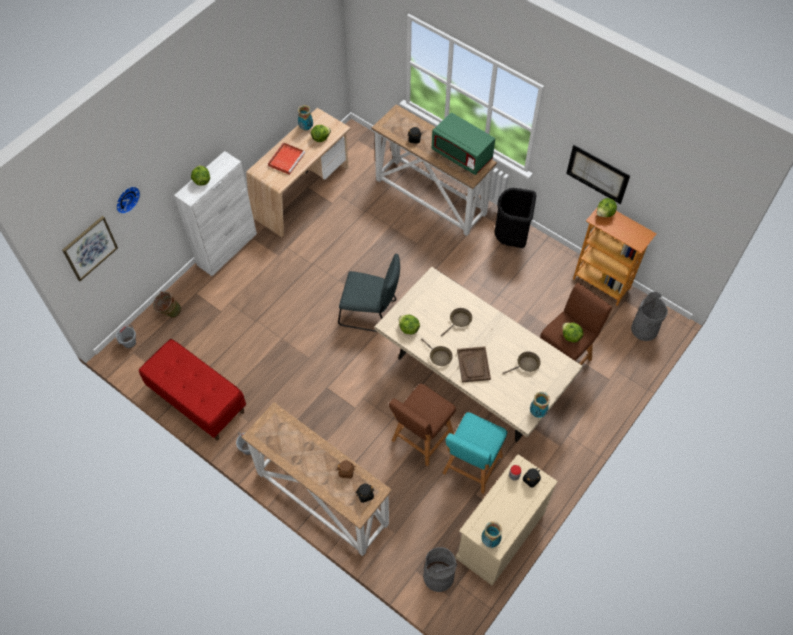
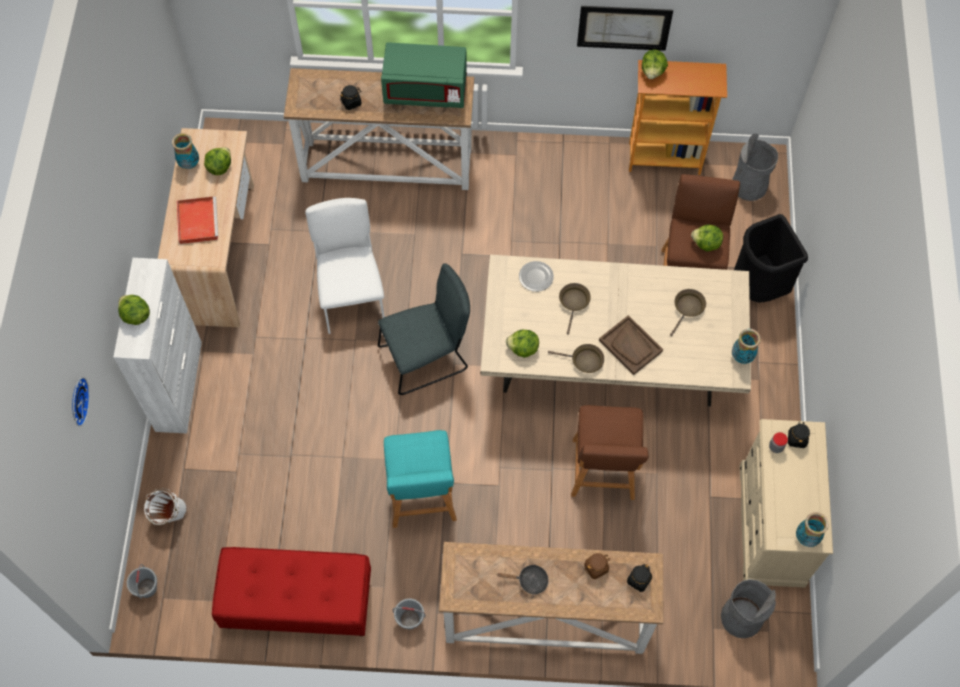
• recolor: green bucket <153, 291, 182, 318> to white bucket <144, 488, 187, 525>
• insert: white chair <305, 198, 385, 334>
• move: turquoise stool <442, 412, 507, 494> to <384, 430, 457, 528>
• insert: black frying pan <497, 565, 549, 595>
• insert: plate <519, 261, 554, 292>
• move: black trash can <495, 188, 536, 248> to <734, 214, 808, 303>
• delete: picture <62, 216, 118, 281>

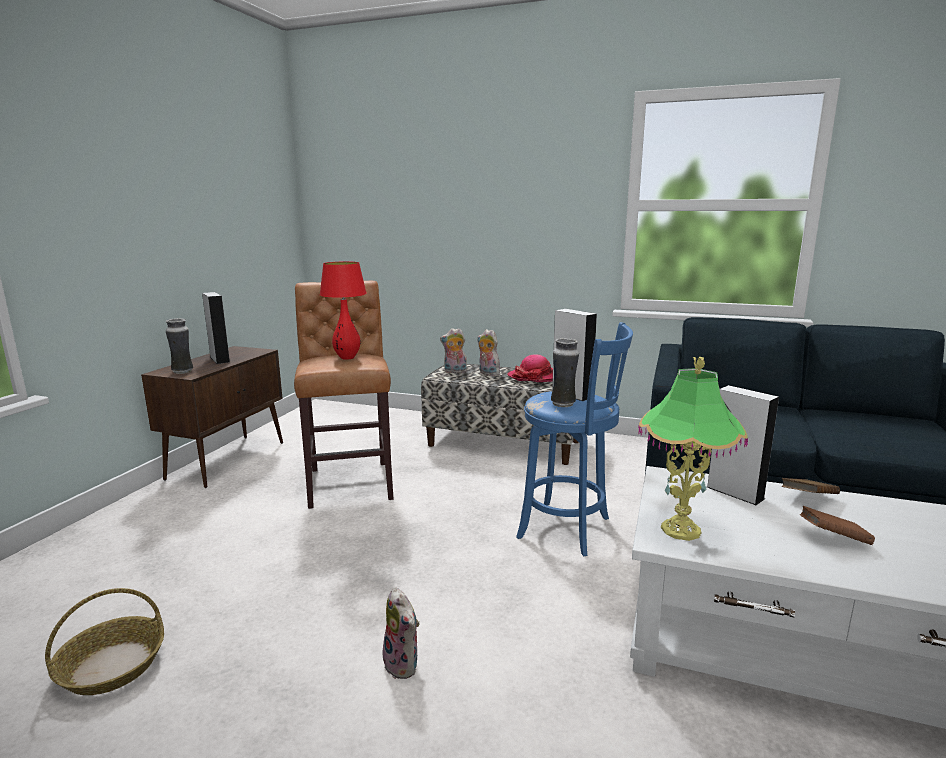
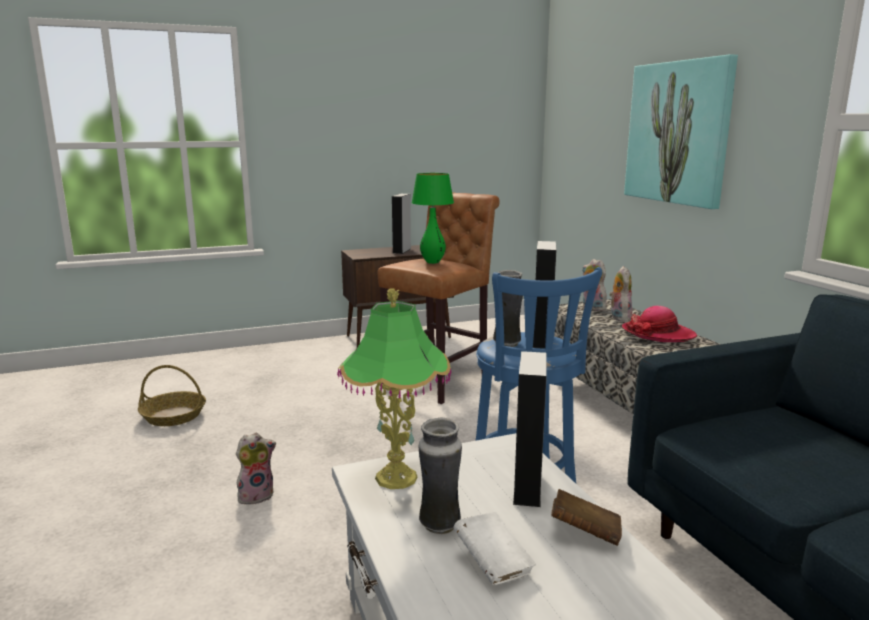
• rotate: plush toy <382, 587, 420, 679> = <236, 433, 276, 504> 135 degrees counterclockwise
• recolor: red table lamp <320, 261, 367, 360> to green table lamp <412, 173, 454, 264>
• move: vase <166, 318, 193, 374> to <419, 418, 462, 534>
• recolor: brown book <800, 506, 875, 545> to white book <453, 512, 536, 585>
• insert: picture <624, 54, 738, 209>

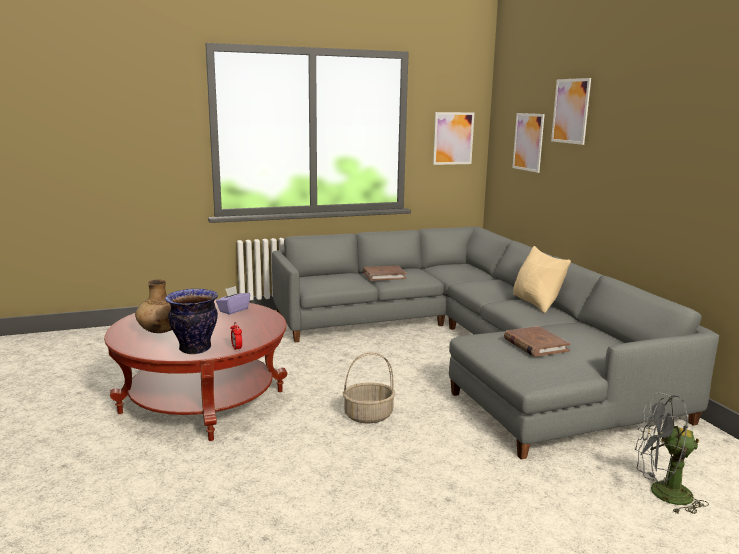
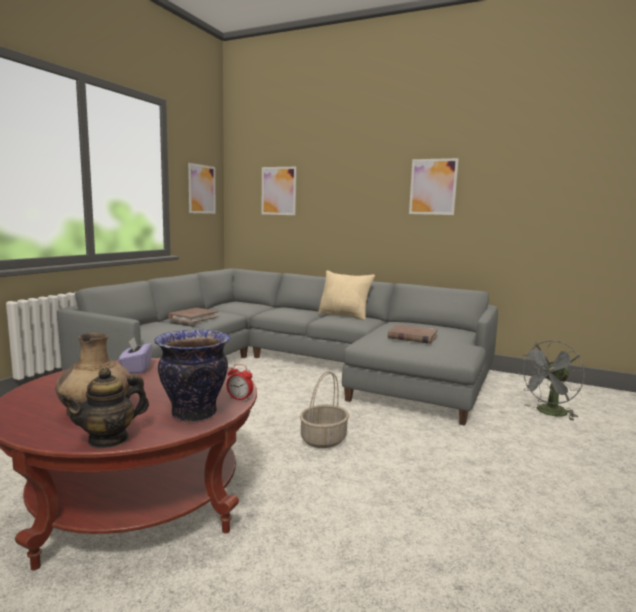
• insert: teapot <60, 367, 149, 449>
• move: picture <551, 78, 591, 145> to <409, 158, 459, 215>

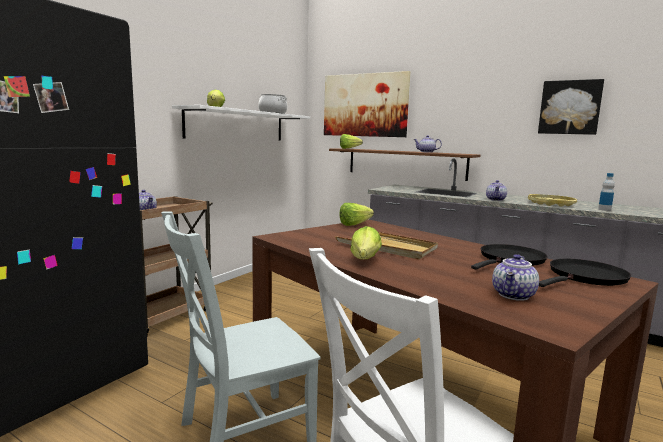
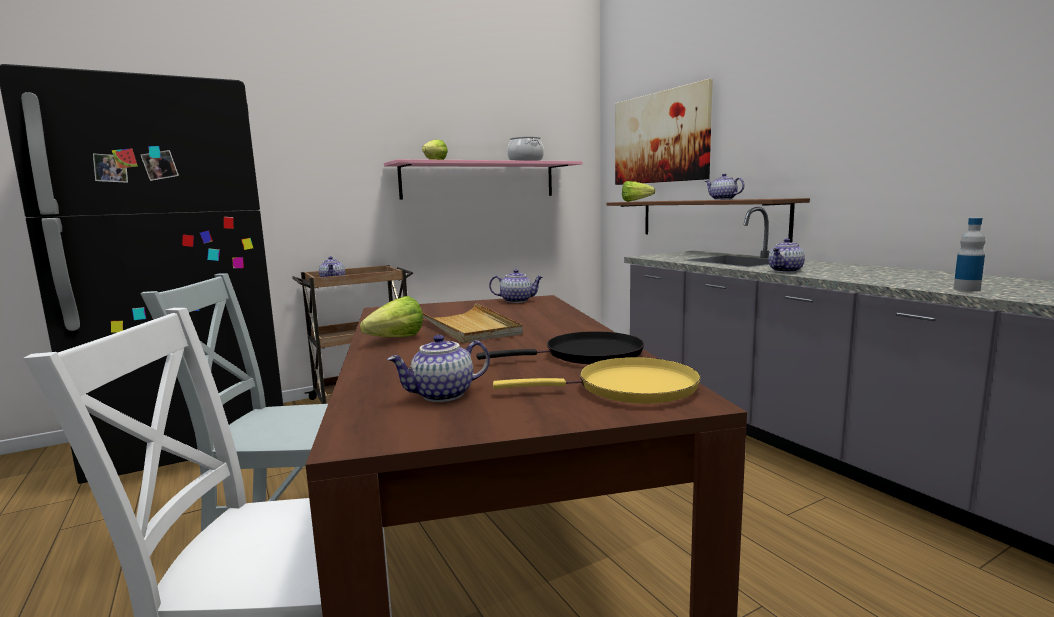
• recolor: white shelf <172, 105, 310, 140> to pink shelf <384, 159, 583, 200>
• replace: lettuce <339, 203, 374, 226> to teapot <489, 269, 543, 303>
• recolor: black frying pan <539, 259, 631, 287> to yellow frying pan <493, 357, 701, 404>
• delete: yellow tray <528, 194, 577, 207>
• delete: picture <538, 79, 604, 135>

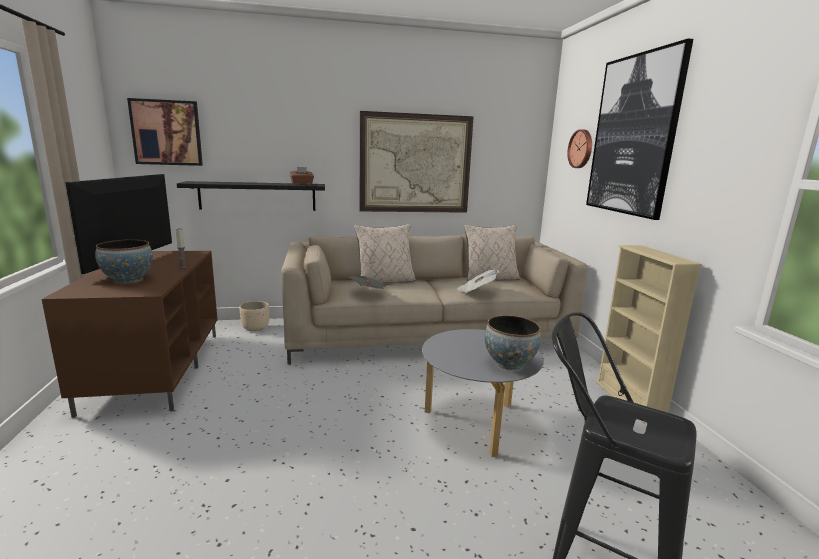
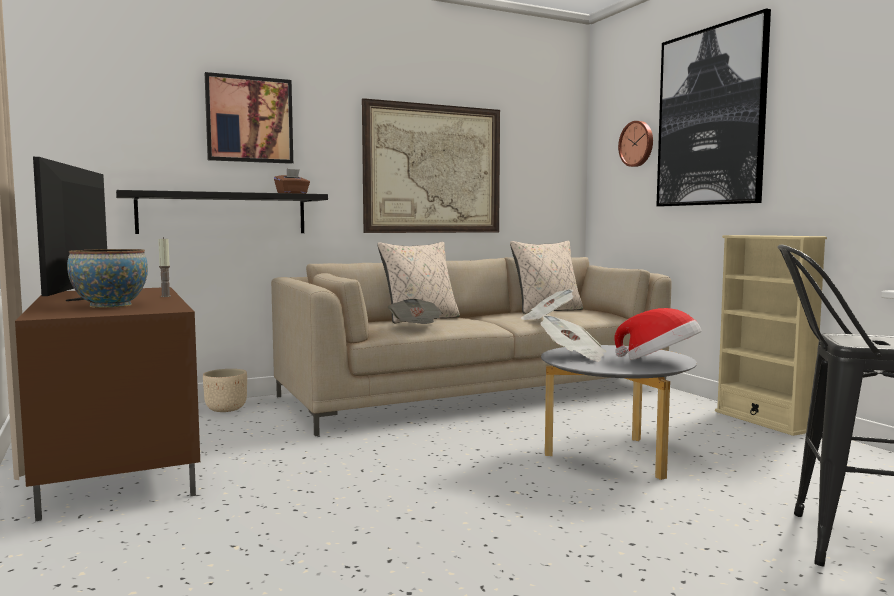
• move: picture <127, 98, 203, 166> to <205, 72, 293, 164>
• insert: newspaper <541, 315, 606, 362>
• replace: bowl <485, 315, 541, 370> to hat <614, 308, 702, 360>

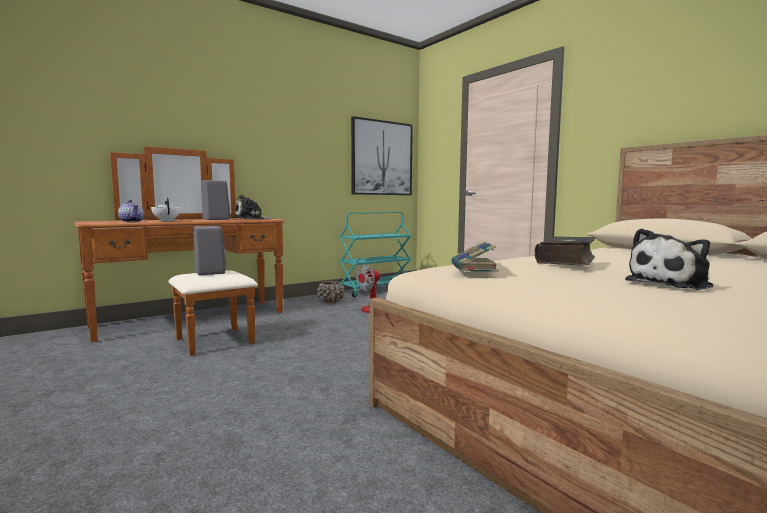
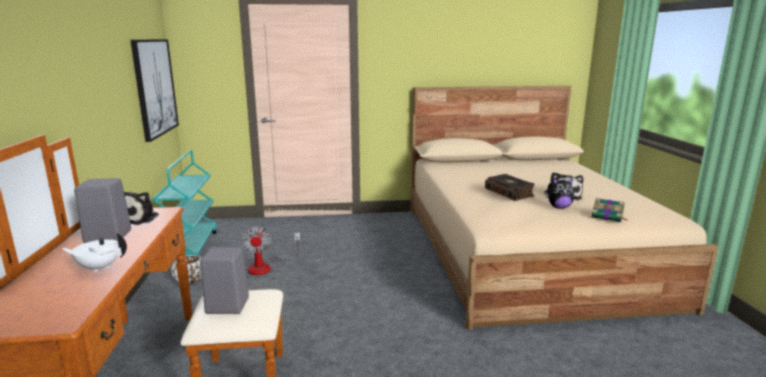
• insert: plush toy <548, 178, 574, 209>
• move: book <451, 241, 499, 272> to <592, 198, 628, 222>
• delete: teapot <118, 200, 144, 222>

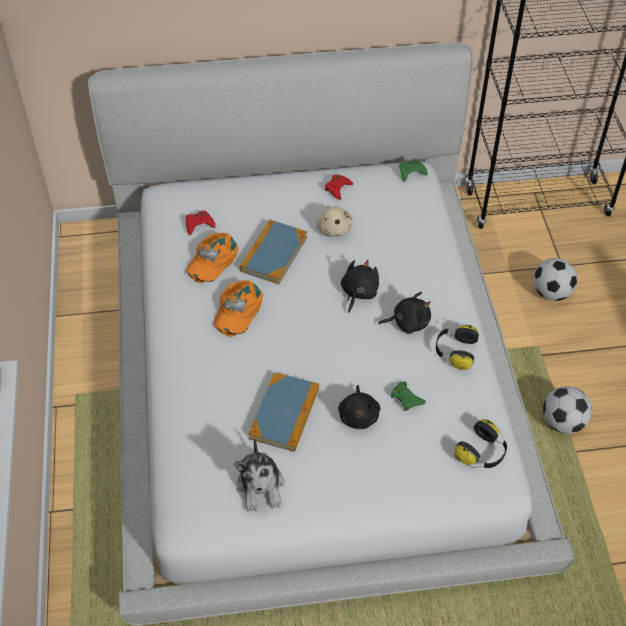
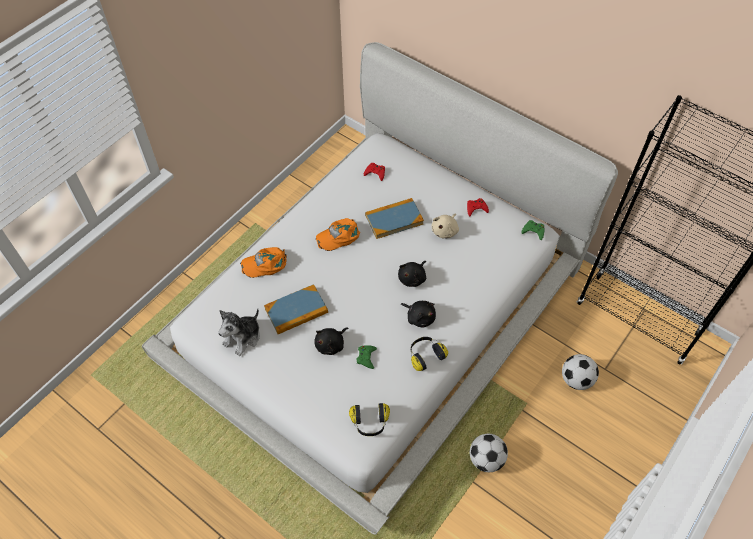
• move: orange cap <186, 233, 239, 283> to <240, 247, 287, 278>
• rotate: black plush toy <341, 260, 379, 313> = <398, 261, 426, 287> 150 degrees clockwise

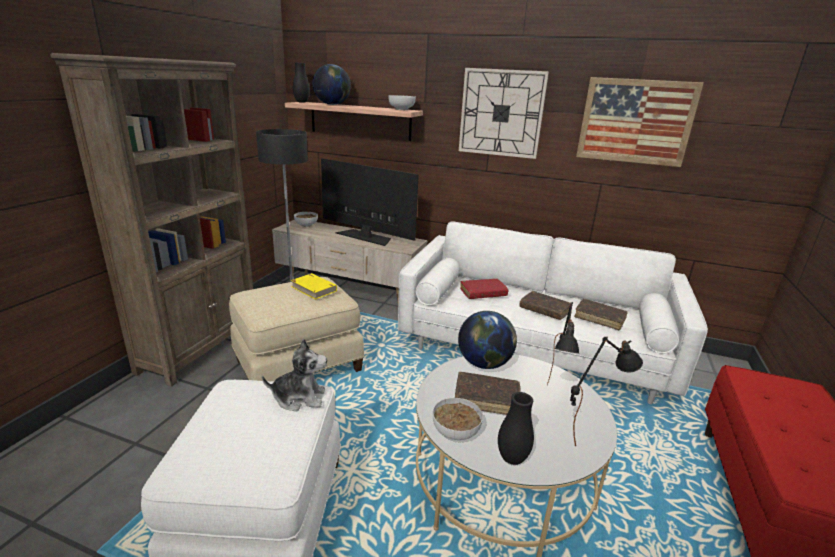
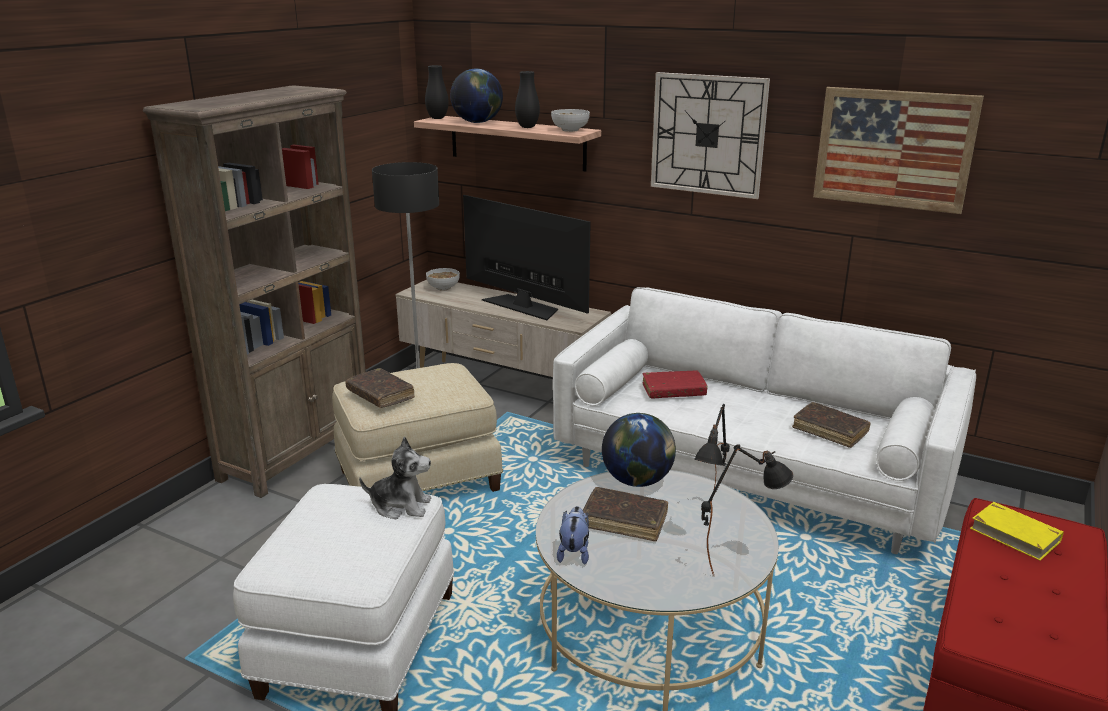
• move: brown book <519, 291, 571, 320> to <346, 368, 415, 408>
• move: black vase <498, 392, 534, 465> to <515, 71, 540, 128>
• replace: bowl <433, 398, 483, 440> to plush toy <557, 506, 589, 565>
• move: yellow book <291, 273, 337, 300> to <970, 502, 1064, 561>

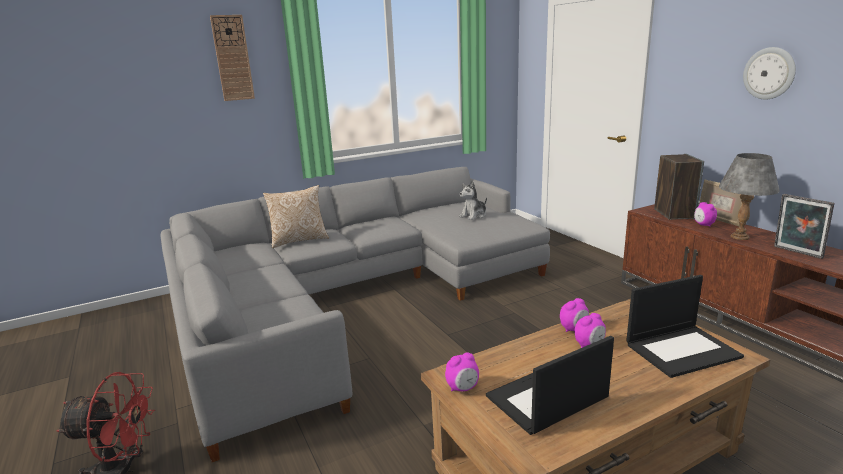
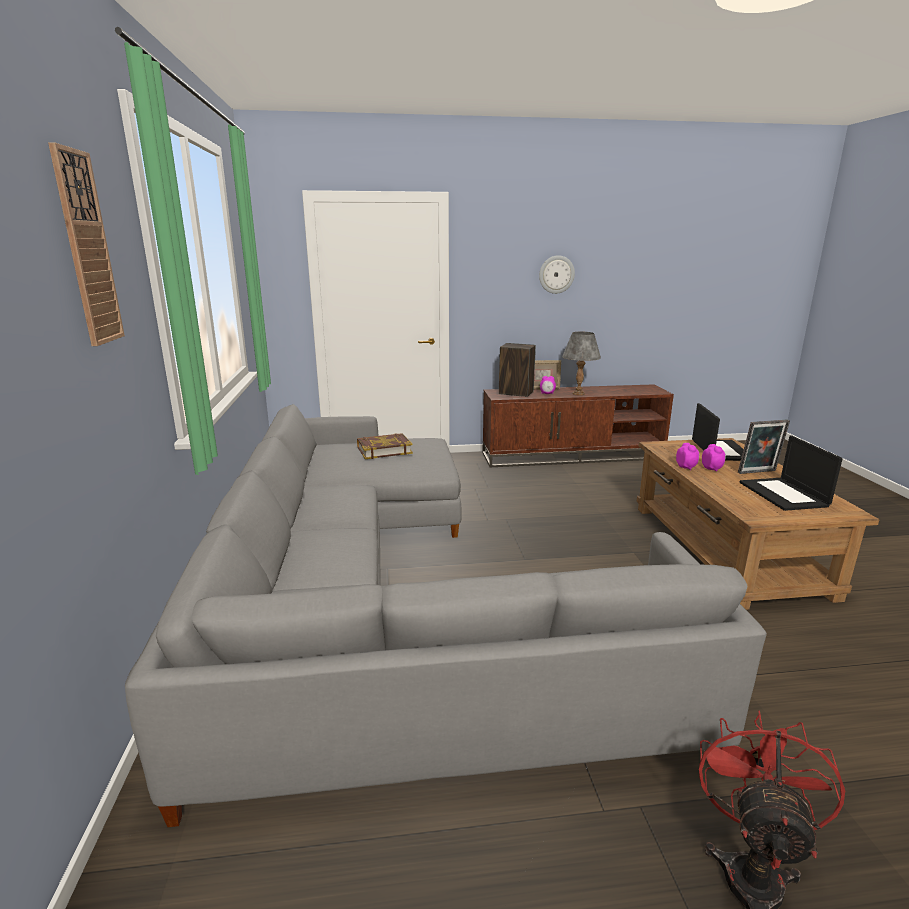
• replace: plush toy <459, 181, 487, 220> to book <357, 433, 413, 459>
• move: picture frame <774, 194, 834, 259> to <738, 420, 790, 474>
• delete: pillow <263, 185, 329, 248>
• delete: alarm clock <445, 352, 479, 391>

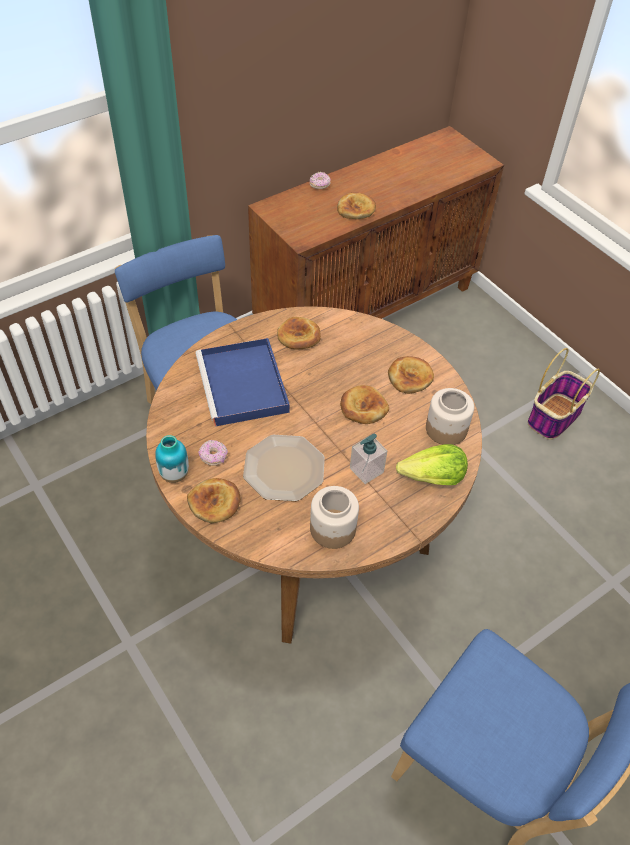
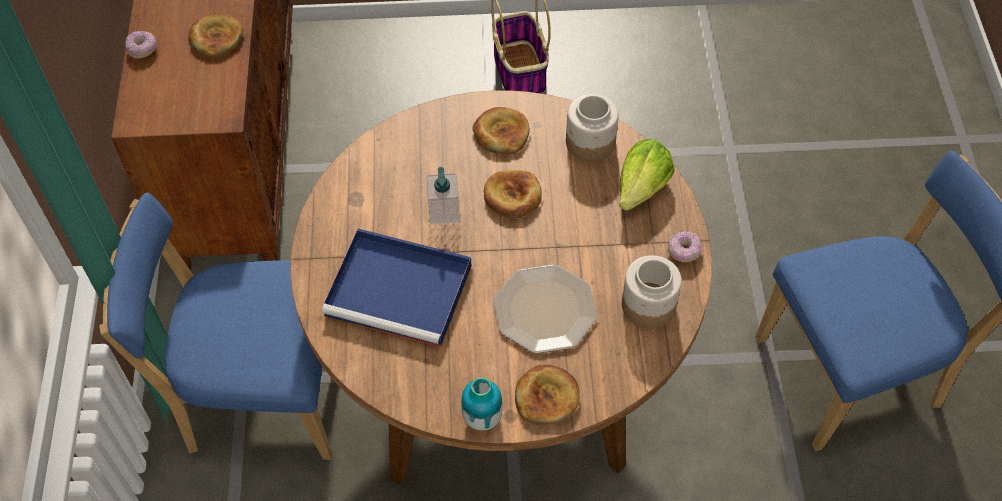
• move: soap dispenser <350, 434, 387, 484> to <427, 167, 460, 224>
• move: donut <199, 440, 228, 466> to <667, 231, 702, 262>
• delete: bread <277, 317, 321, 350>

